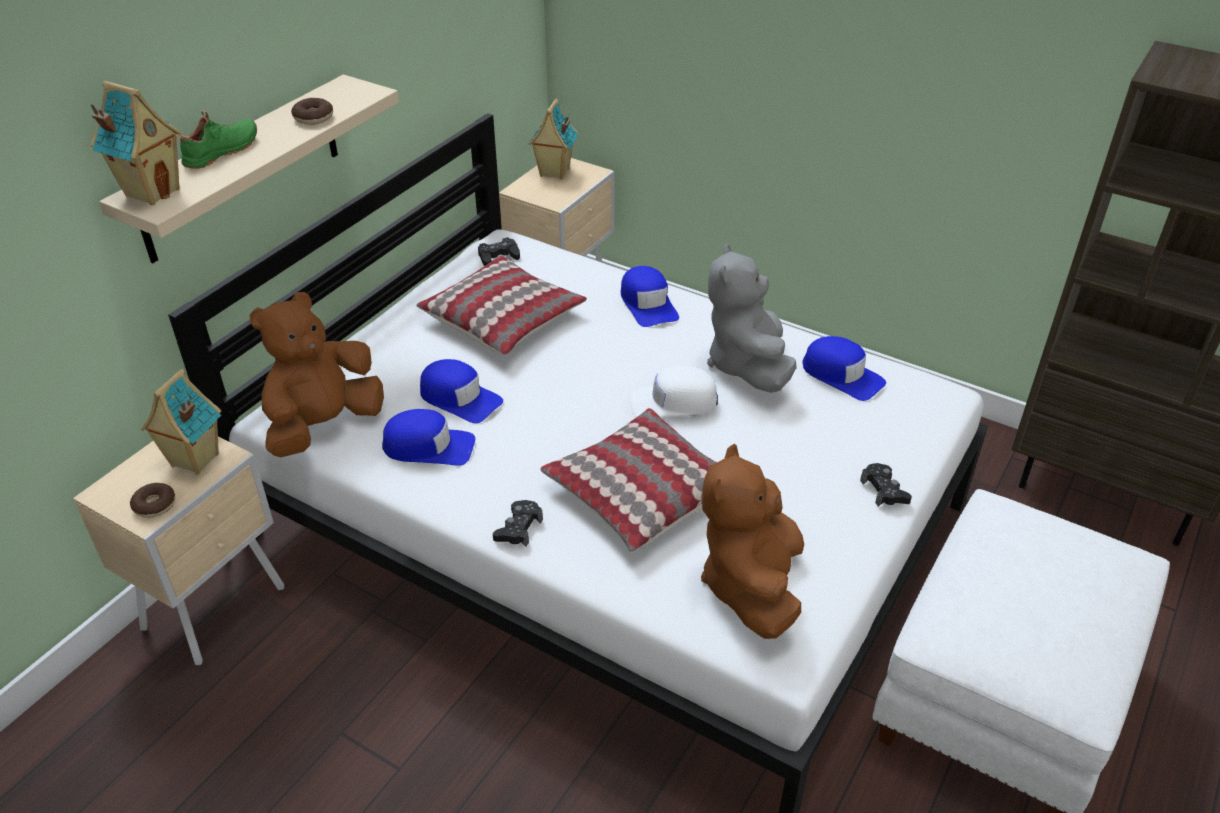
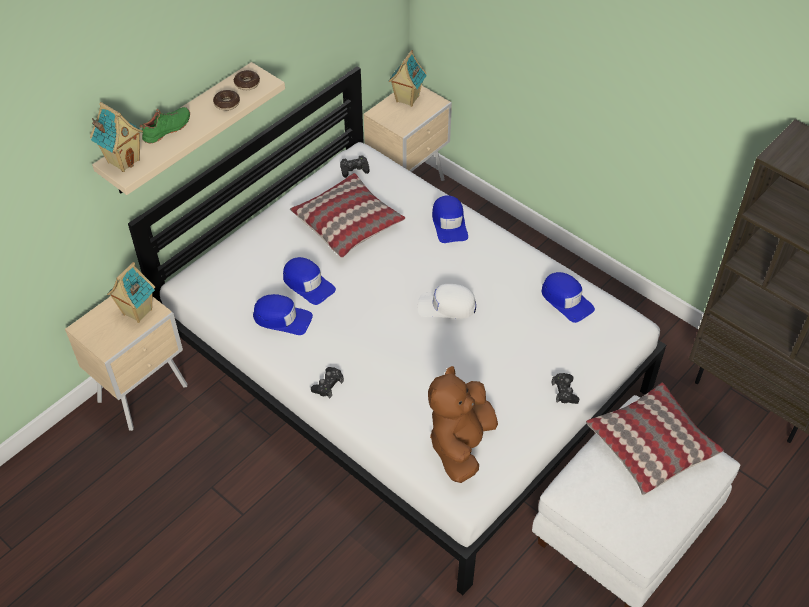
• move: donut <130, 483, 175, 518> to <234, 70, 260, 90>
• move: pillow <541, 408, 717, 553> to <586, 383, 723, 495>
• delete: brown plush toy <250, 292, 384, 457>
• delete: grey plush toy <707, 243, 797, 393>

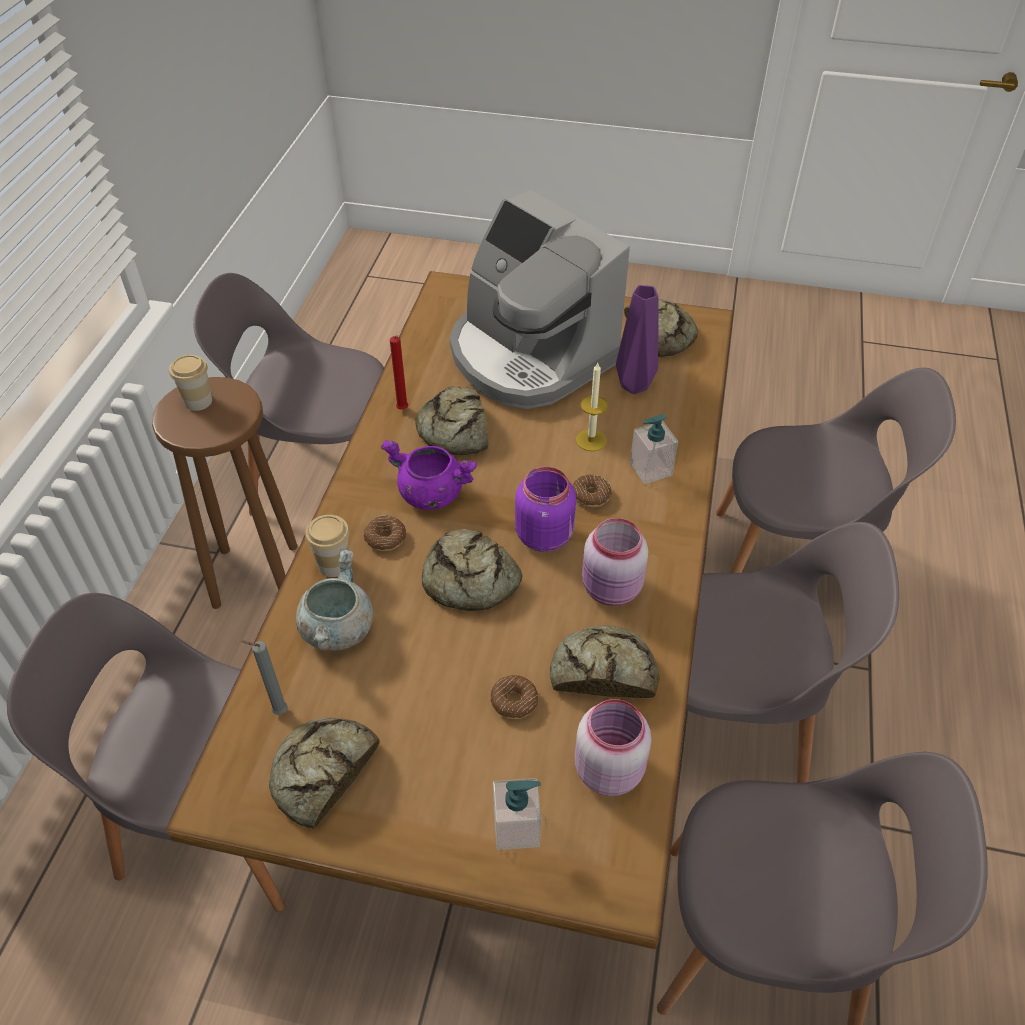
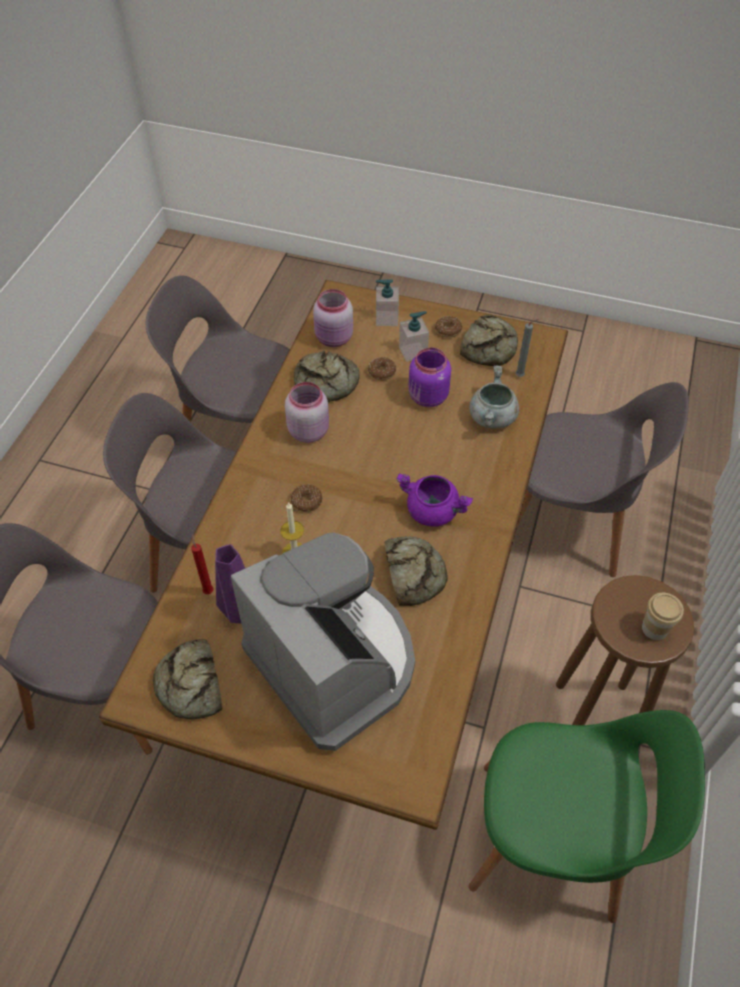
• move: red candle <390, 335, 408, 410> to <191, 534, 214, 594>
• move: soap dispenser <630, 414, 678, 484> to <399, 311, 429, 362>
• move: purple jar <515, 467, 576, 552> to <408, 348, 451, 408>
• move: donut <363, 515, 406, 551> to <435, 316, 462, 338>
• recolor: grey chair <193, 273, 384, 516> to green chair <469, 710, 705, 923>
• delete: cup <305, 515, 350, 577>
• delete: bread <422, 529, 523, 611>

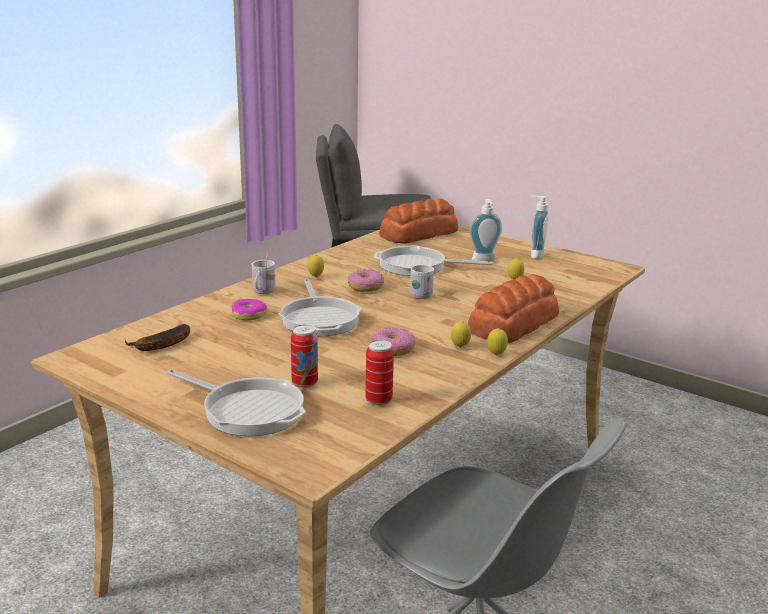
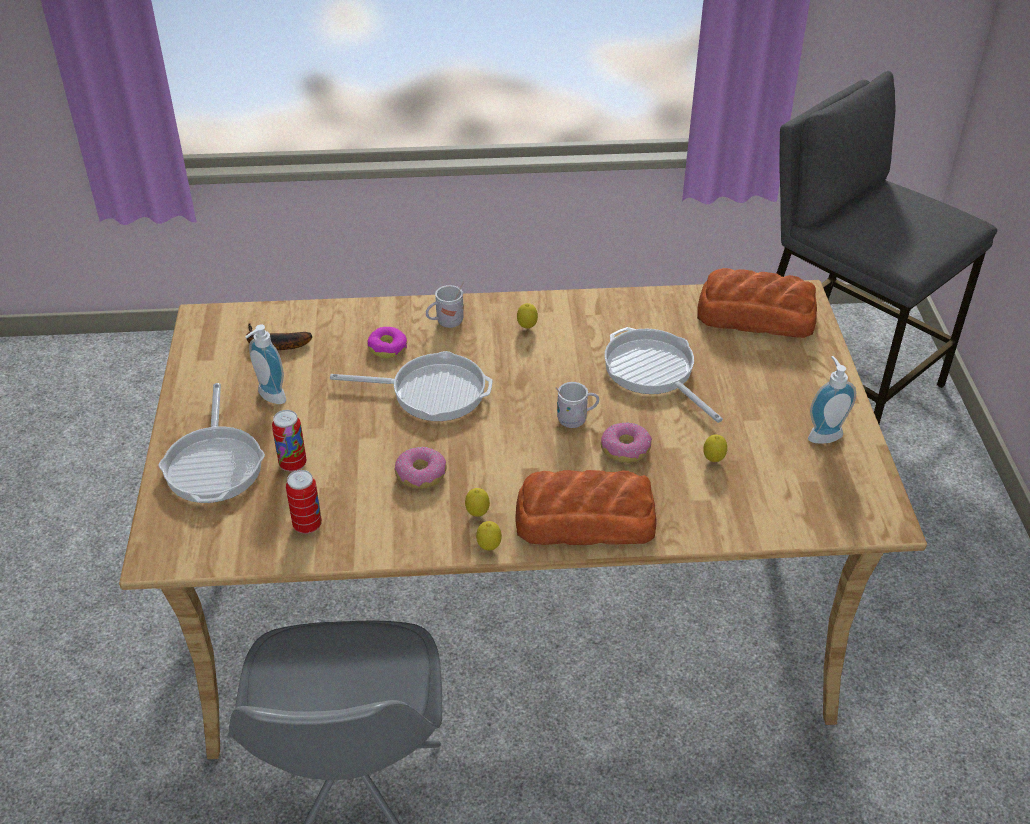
• move: soap dispenser <470, 199, 502, 261> to <245, 325, 286, 404>
• rotate: frying pan <279, 279, 362, 336> = <330, 351, 493, 421> 120 degrees counterclockwise
• move: donut <348, 269, 384, 292> to <601, 422, 652, 463>

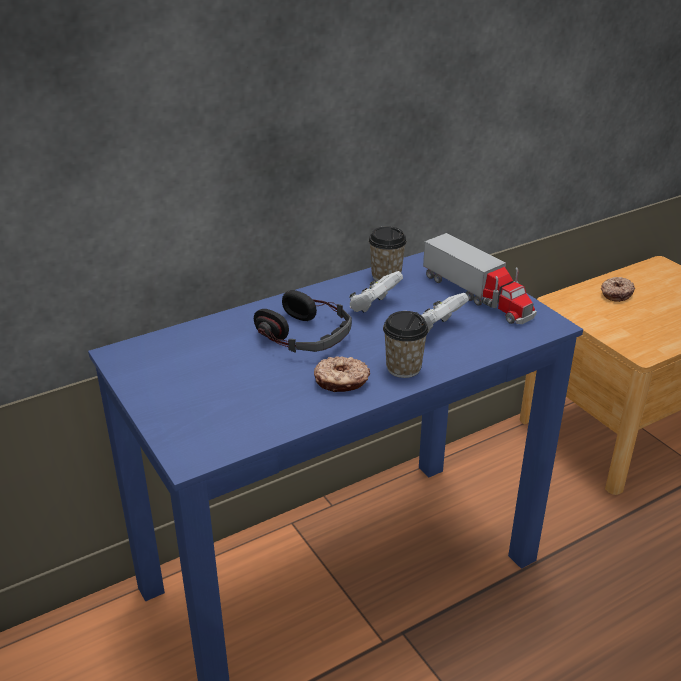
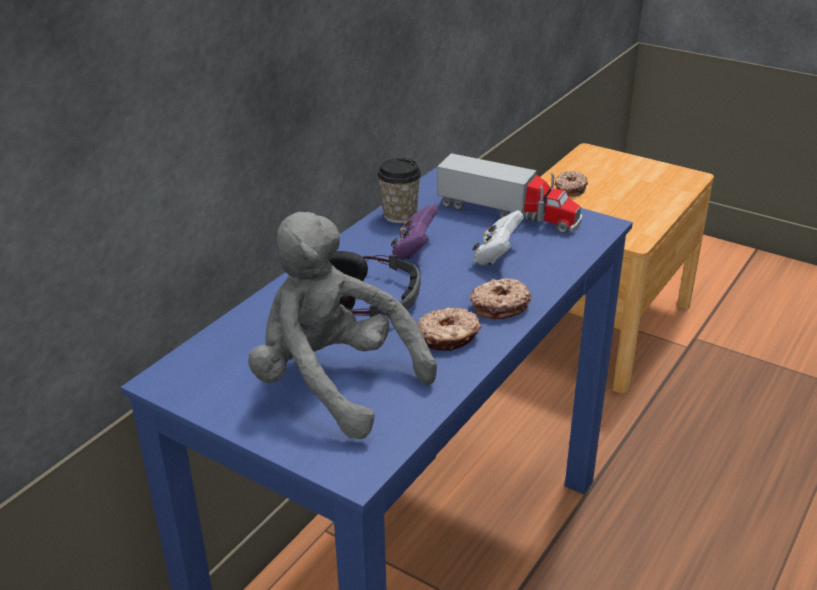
• insert: grey plush toy <248, 212, 437, 439>
• recolor: white game controller <349, 271, 403, 313> to purple game controller <391, 204, 439, 260>
• replace: cup <383, 311, 429, 378> to donut <470, 278, 531, 319>

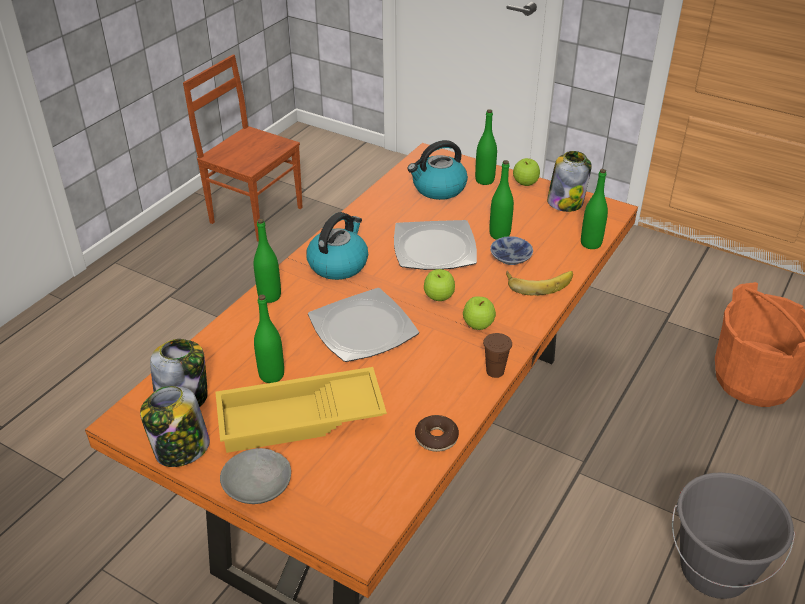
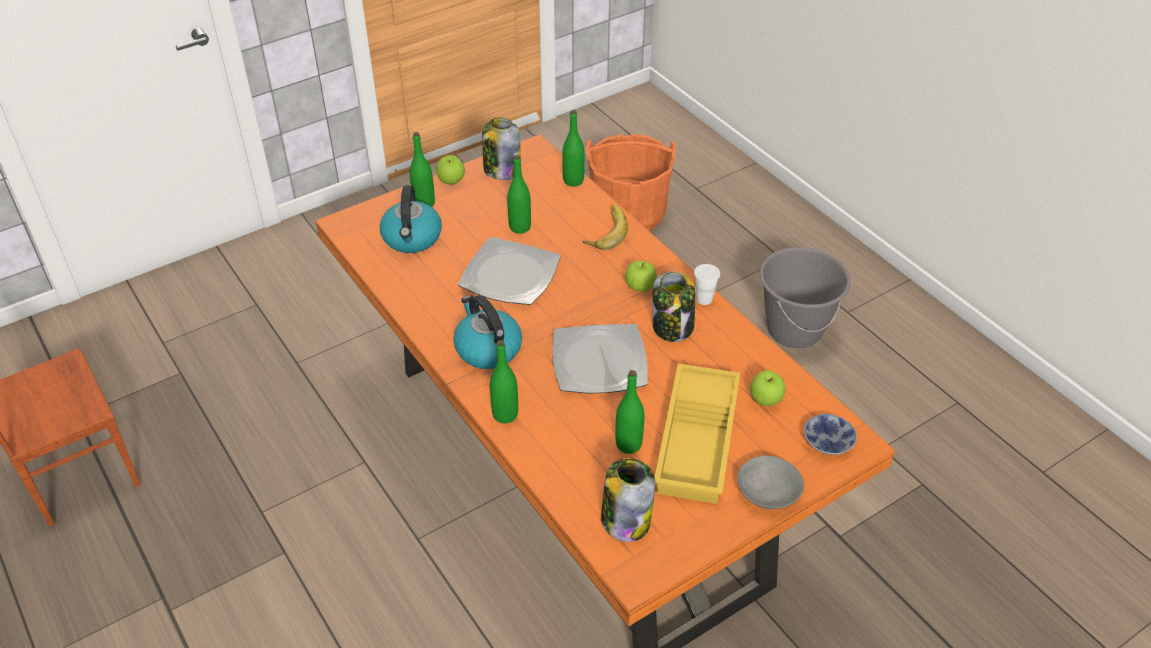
• move: jar <140, 386, 210, 467> to <652, 272, 695, 342>
• recolor: brown cup <483, 333, 512, 378> to white cup <694, 264, 720, 305>
• move: apple <424, 269, 455, 301> to <750, 370, 785, 406>
• move: bowl <490, 236, 533, 265> to <804, 414, 857, 455>
• delete: donut <415, 415, 459, 452>

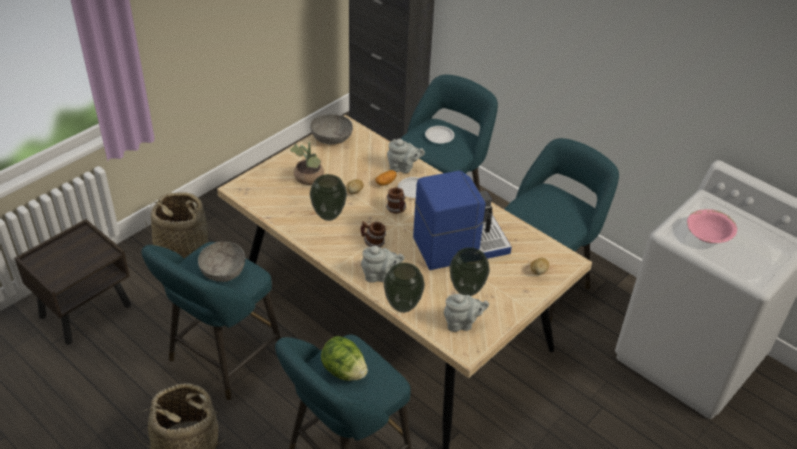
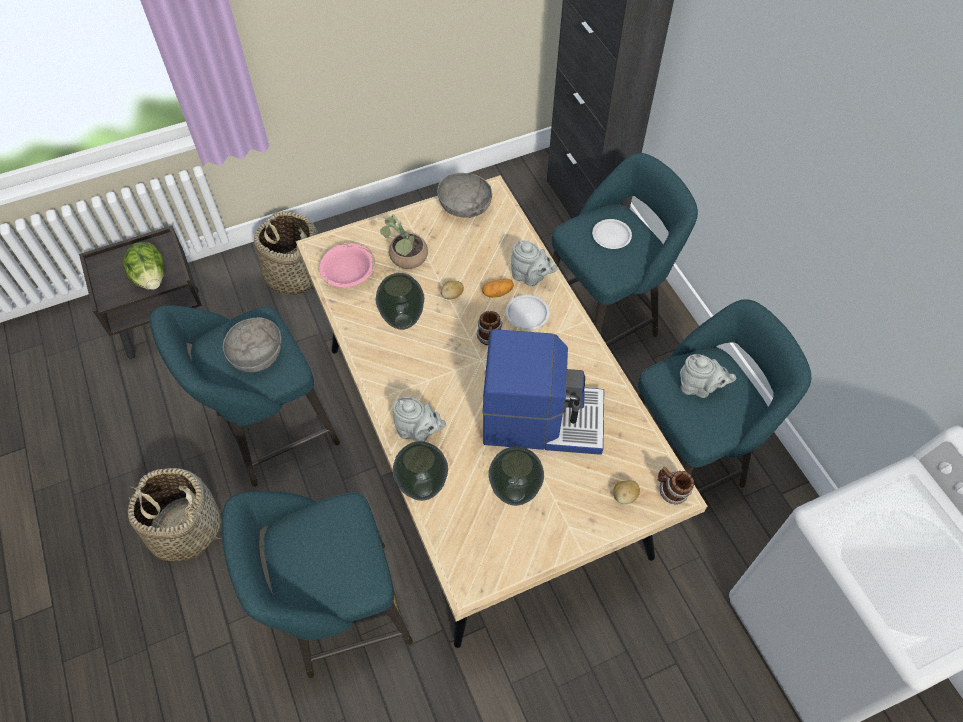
• move: lettuce <321, 336, 368, 381> to <123, 242, 164, 290>
• move: pink bowl <687, 209, 737, 243> to <319, 243, 375, 287>
• move: mug <360, 221, 386, 247> to <658, 467, 694, 505>
• move: grey teapot <444, 294, 489, 332> to <680, 354, 736, 398>

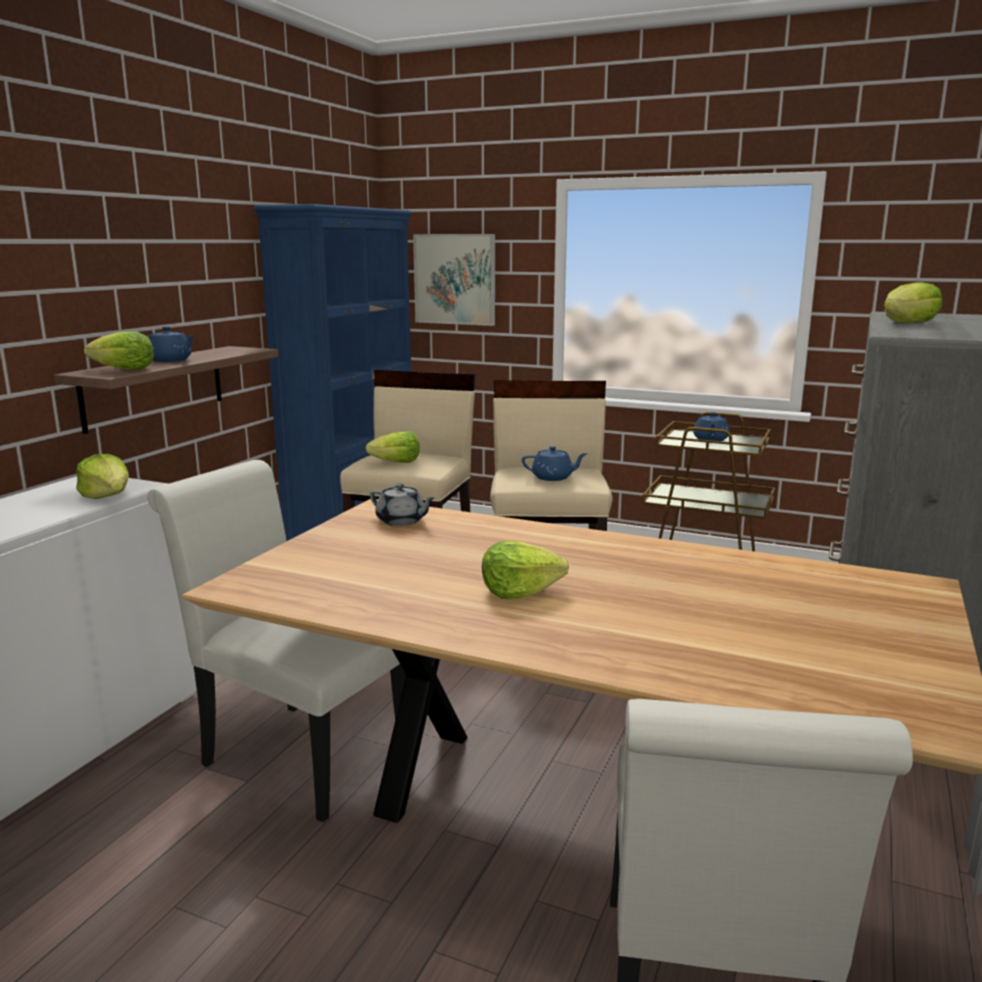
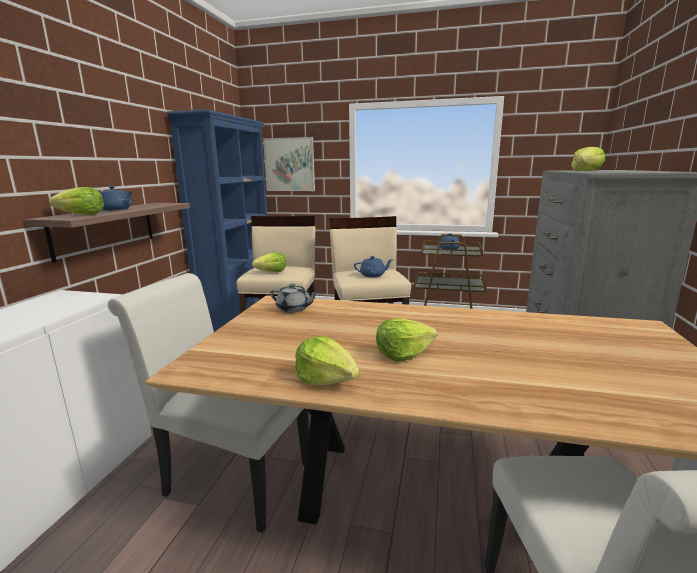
• move: lettuce <76, 454, 129, 499> to <295, 336, 359, 385>

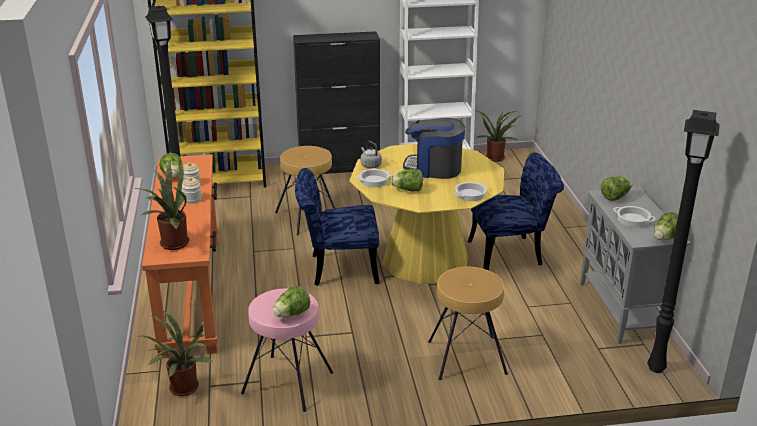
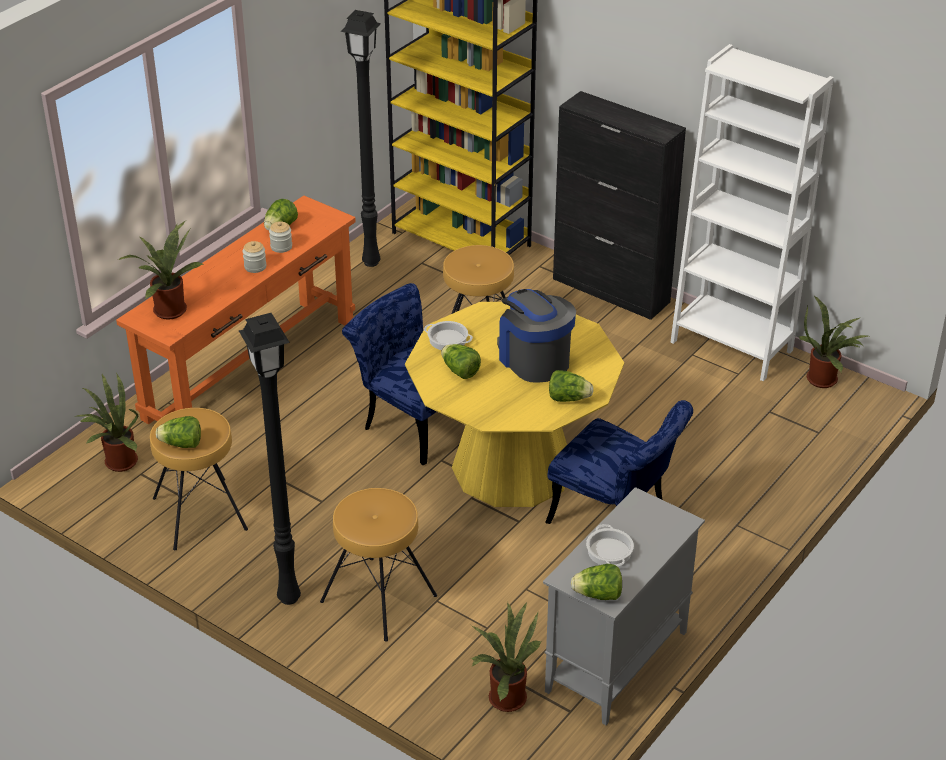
• recolor: pink stool <241, 288, 333, 412> to brown stool <150, 408, 248, 550>
• move: black floor lamp <647, 110, 720, 373> to <239, 313, 301, 605>
• insert: potted plant <471, 602, 541, 712>
• move: lettuce <601, 176, 632, 201> to <549, 370, 594, 402>
• delete: grey kettle <361, 141, 382, 168>
• delete: cooking pot <455, 182, 488, 201>

